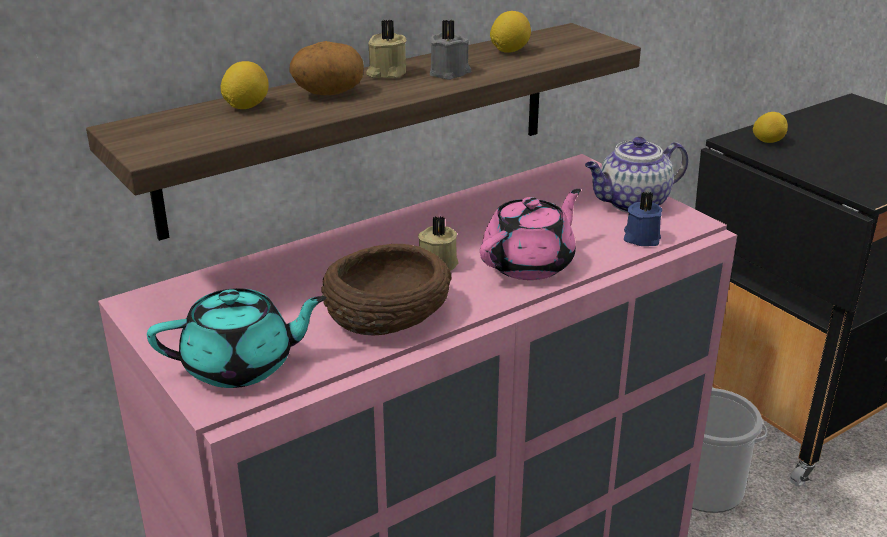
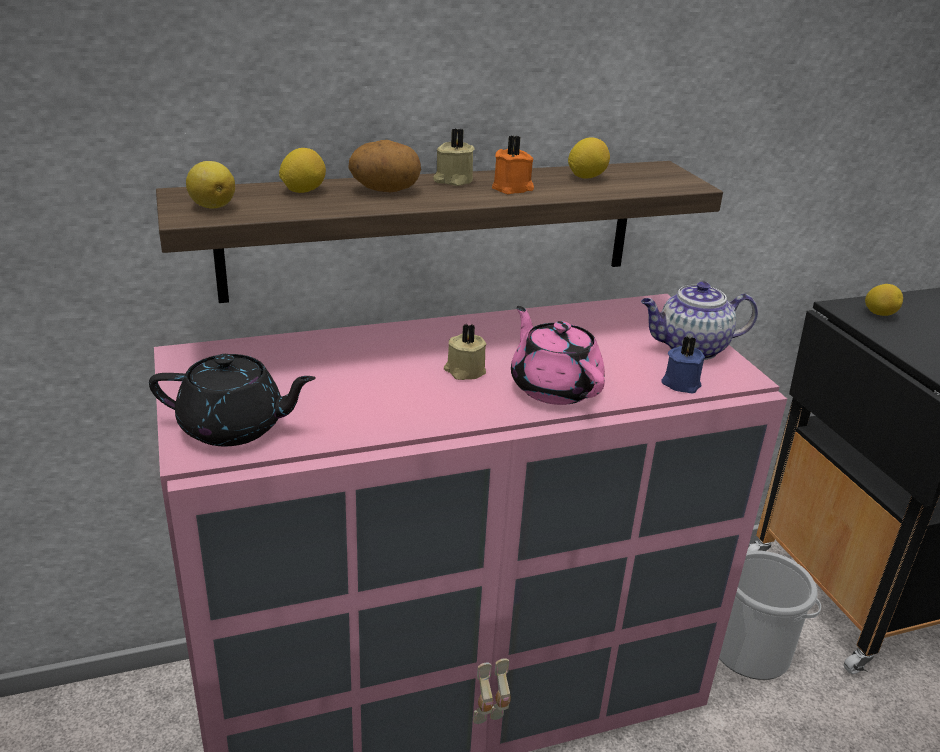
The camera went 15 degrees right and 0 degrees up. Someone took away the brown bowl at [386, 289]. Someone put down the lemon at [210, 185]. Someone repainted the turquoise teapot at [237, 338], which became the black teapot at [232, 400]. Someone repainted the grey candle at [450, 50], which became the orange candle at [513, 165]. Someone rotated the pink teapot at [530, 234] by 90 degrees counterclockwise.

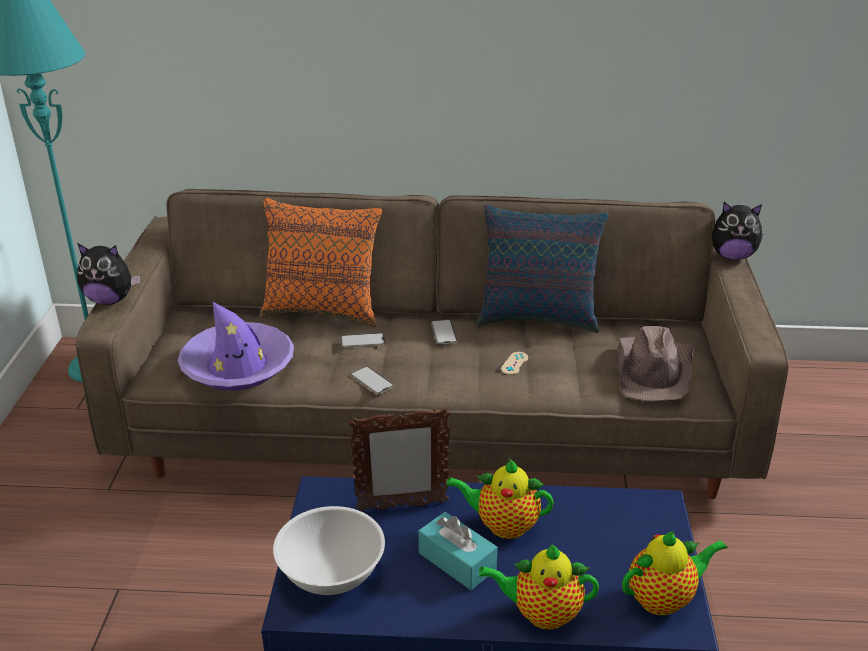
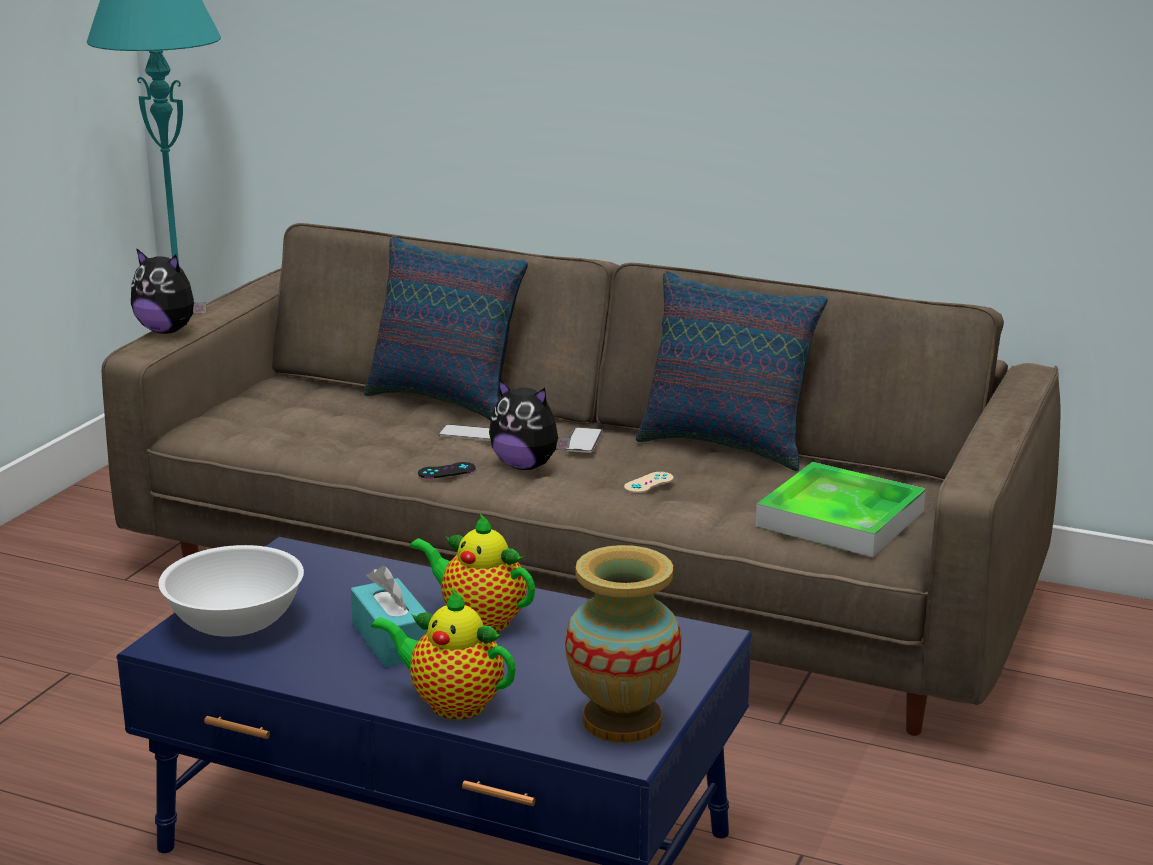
The camera went 20 degrees right and 10 degrees down. Someone took away the purple hat at [235, 346]. Someone took away the picture frame at [399, 460]. Someone carried the plush toy from [738, 231] to [530, 424]. Someone swapped the phone at [372, 380] for the black game controller at [447, 470]. Someone swapped the brown hat at [656, 363] for the tray at [841, 509]. Someone swapped the teapot at [675, 573] for the vase at [623, 644]. Someone repainted the orange pillow at [321, 262], which became the blue pillow at [446, 328].

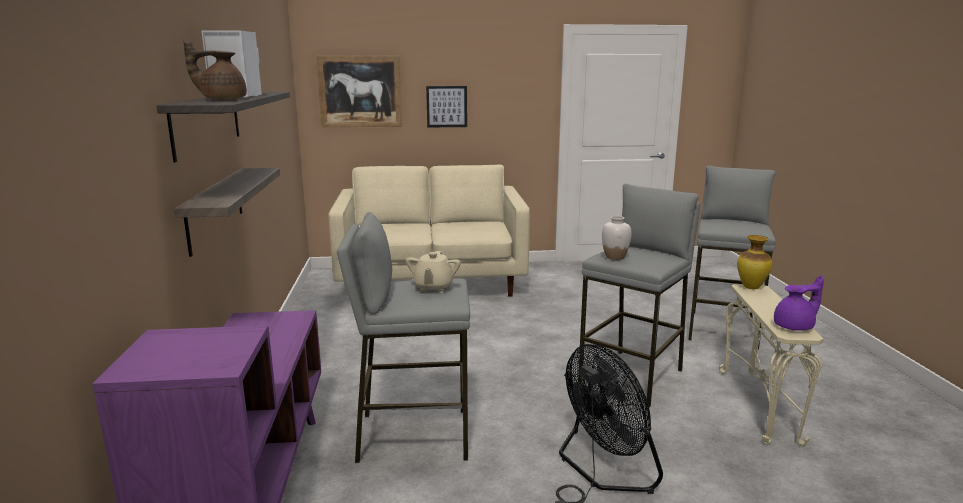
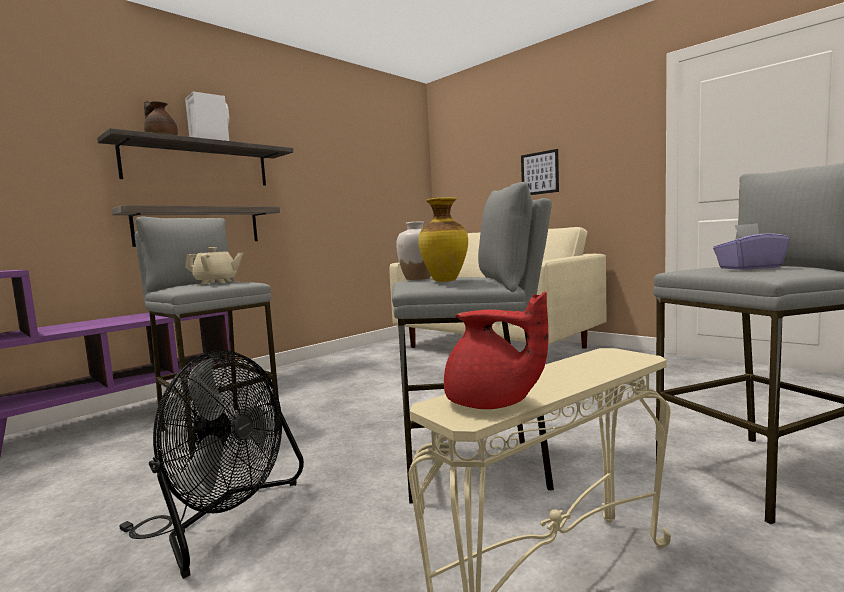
The camera went 50 degrees right and 10 degrees down. Someone took away the picture at [359, 91]. Someone put down the purple tissue box at [751, 246]. Someone carried the vase from [754, 262] to [443, 239]. Someone repainted the purple teapot at [799, 303], which became the red teapot at [496, 350]. Someone rotated the beige teapot at [433, 272] by 150 degrees counterclockwise.

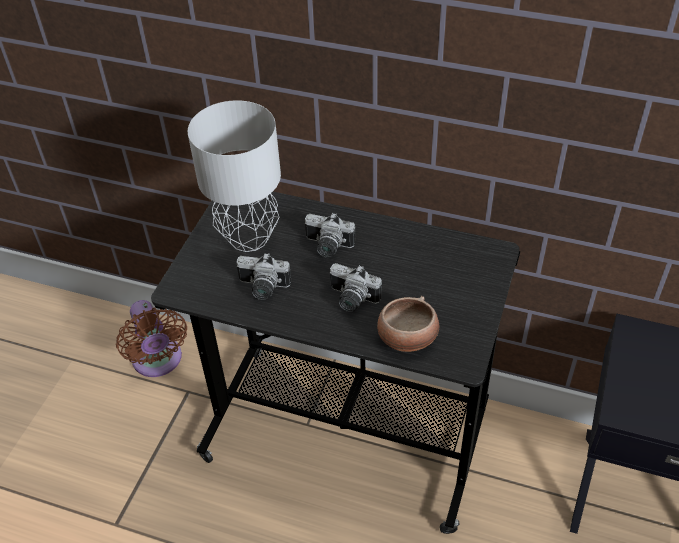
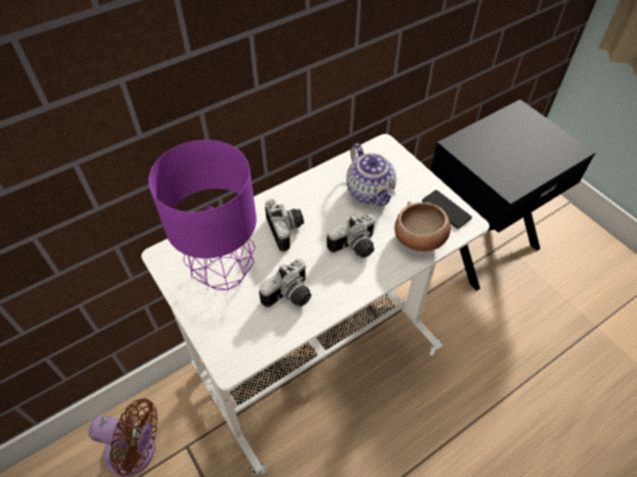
The camera went 55 degrees left and 5 degrees up. Someone put down the teapot at [371, 174]. Someone put down the phone at [447, 209]. Someone repainted the black desk at [335, 363], which became the white desk at [315, 304]. Someone repainted the grey table lamp at [234, 176], which became the purple table lamp at [202, 215]. Someone rotated the photo camera at [330, 235] by 75 degrees counterclockwise.

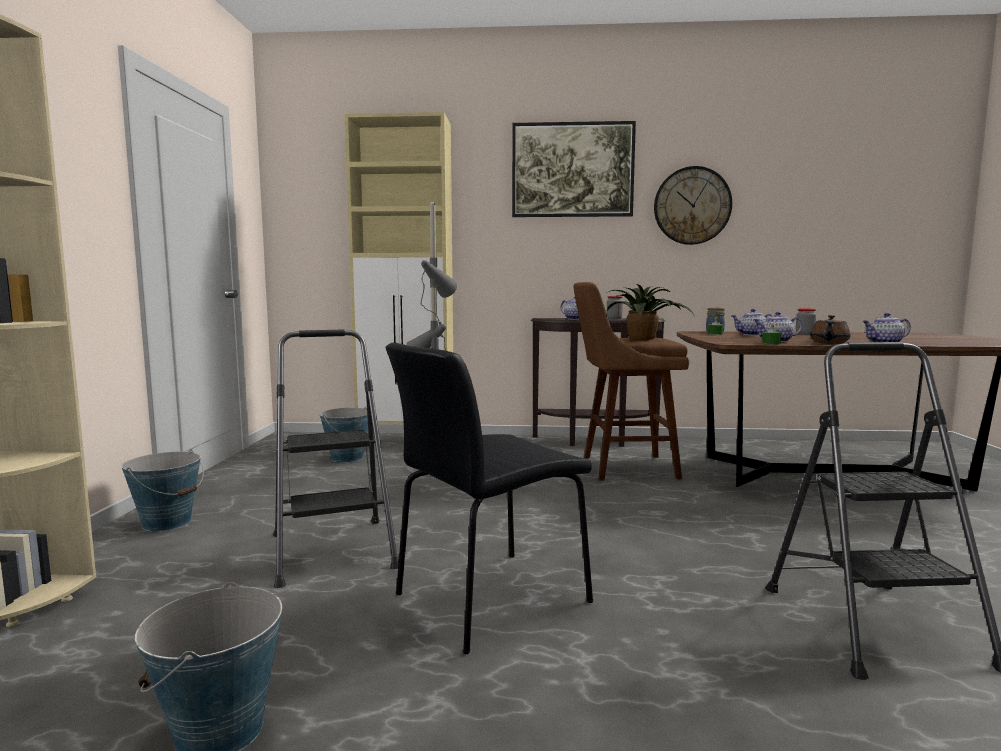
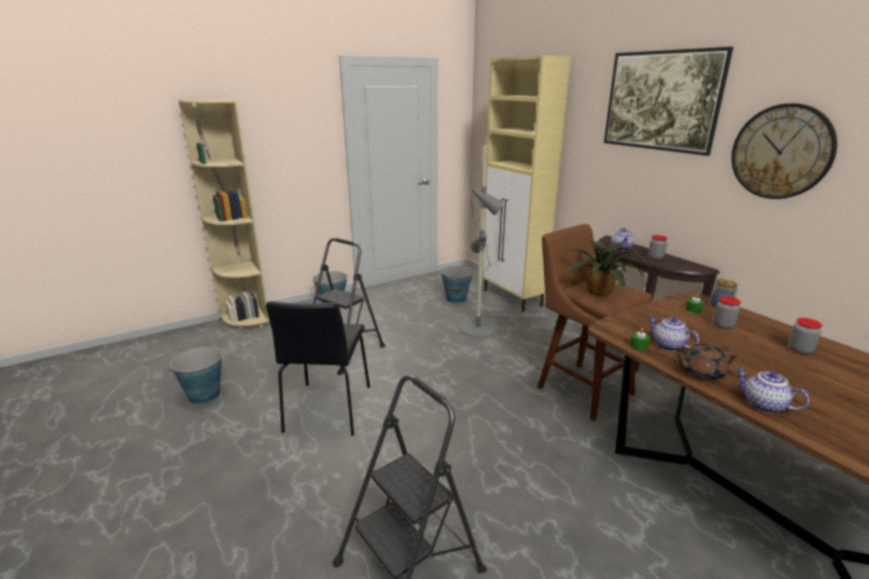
The camera went 55 degrees right and 15 degrees up. Someone swapped the teapot at [752, 322] for the jar at [727, 312]. Someone rotated the black chair at [489, 498] by 105 degrees counterclockwise.

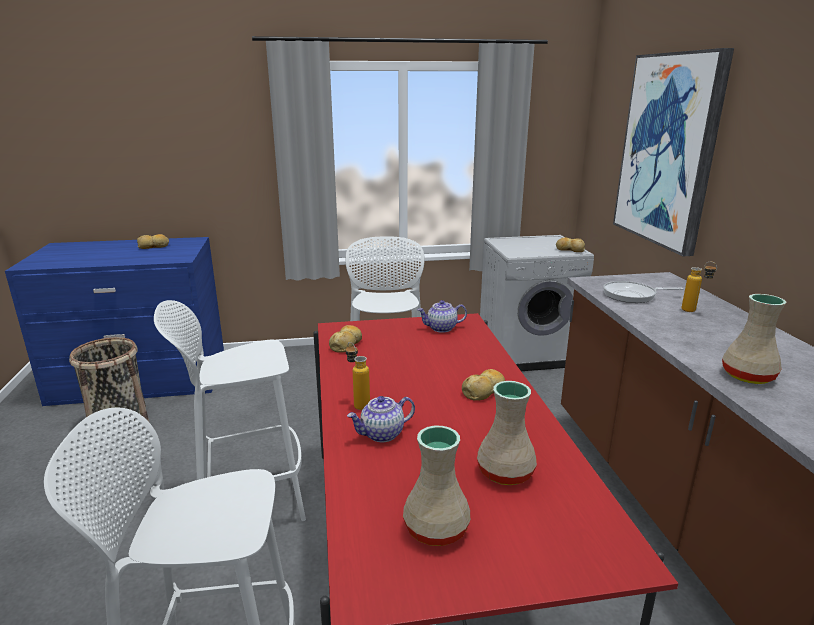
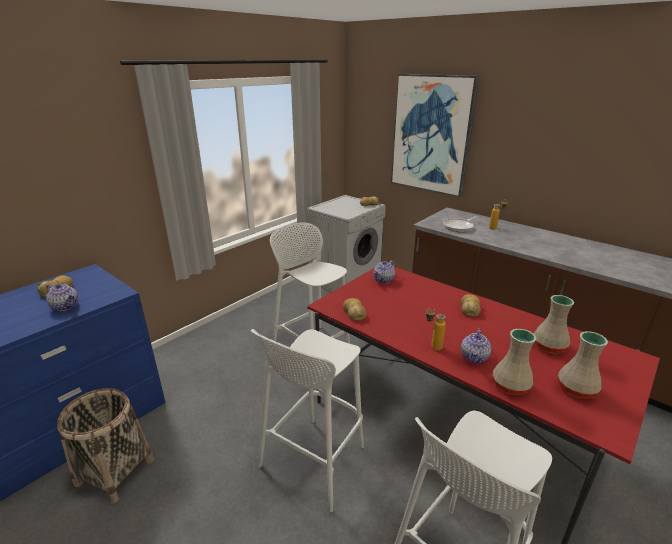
The camera went 40 degrees left and 5 degrees up. Someone put down the teapot at [62, 297]. Someone carried the beige vase from [754, 339] to [514, 362].

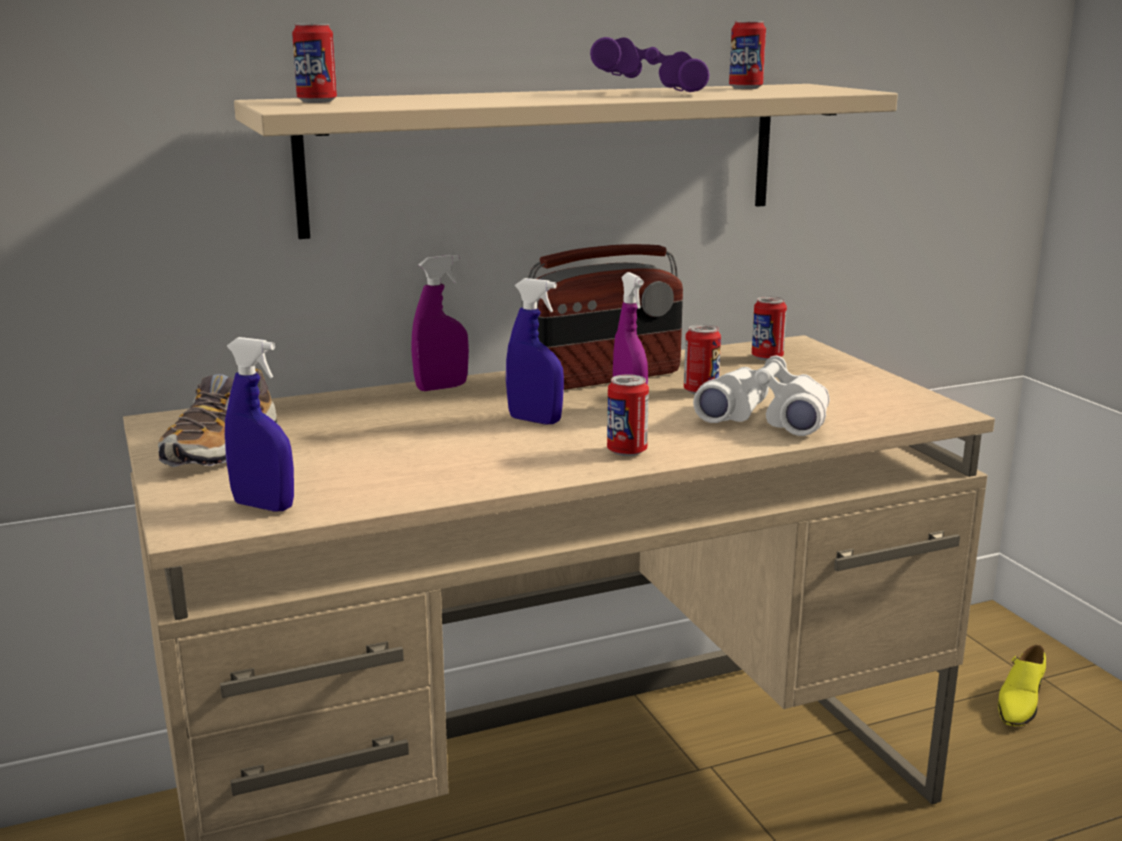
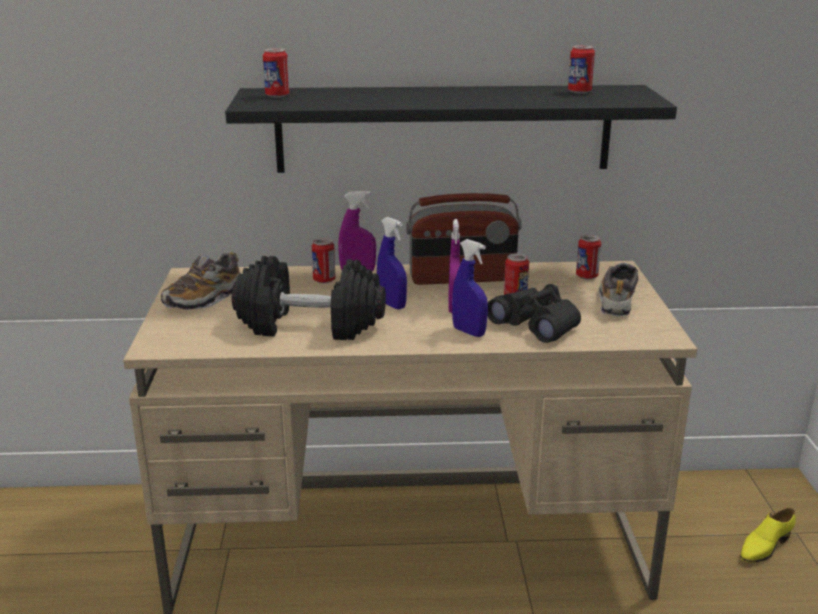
The camera went 20 degrees right and 5 degrees up. Someone took away the purple binoculars at [649, 64]. Someone put down the black dumbbell at [309, 298]. Someone put down the shoe at [618, 290]. Someone carried the blue spray bottle from [259, 424] to [470, 288]. Someone carried the can from [628, 415] to [323, 260]. Someone repainted the beige shelf at [566, 161], which became the black shelf at [451, 129]. Someone repainted the white binoculars at [761, 396], which became the black binoculars at [534, 313].

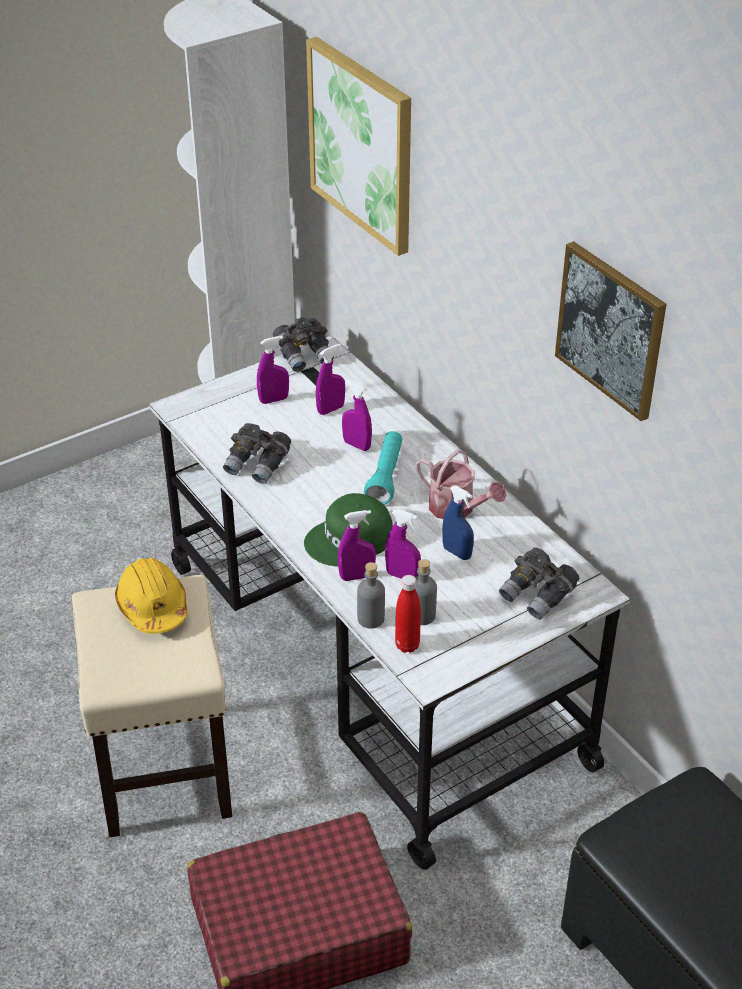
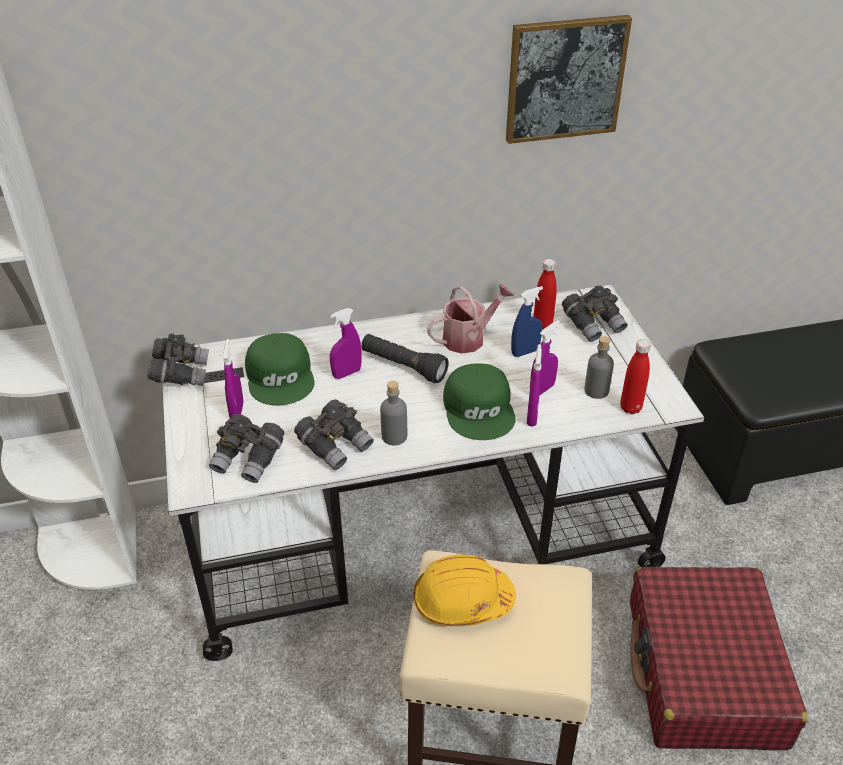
The camera went 70 degrees left and 0 degrees up. Someone took away the picture at [358, 146]. Someone put down the grey binoculars at [246, 448]. Someone put down the red bottle at [545, 294]. Someone carried the grey bottle from [371, 595] to [393, 413]. Someone swapped the purple spray bottle at [330, 379] for the green cap at [279, 369]. Someone repainted the turquoise flashlight at [383, 468], which became the black flashlight at [405, 358].

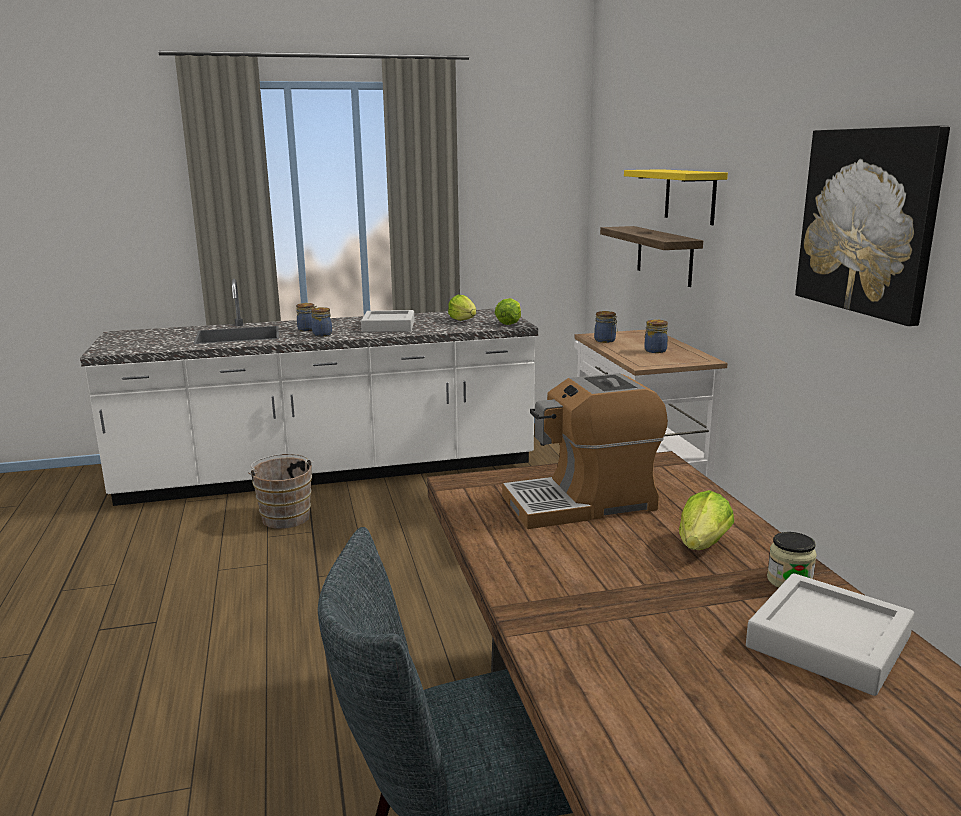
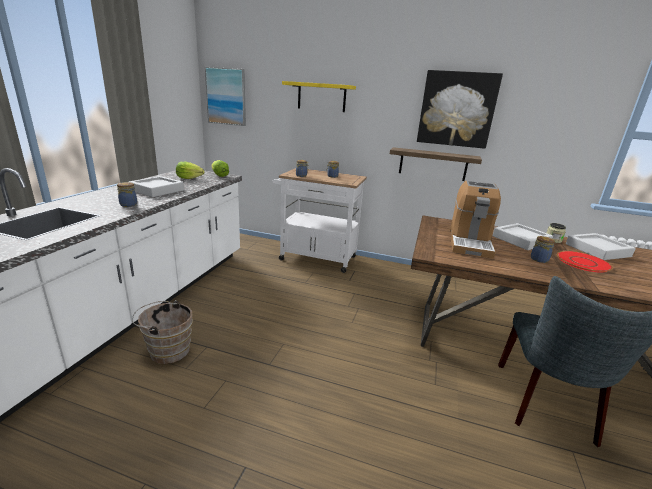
The camera went 60 degrees left and 5 degrees up. Someone put up the picture at [225, 96]. Someone put down the red plate at [585, 261]. Someone carried the jar from [306, 317] to [543, 249]. Someone carried the shelf from [651, 256] to [436, 164]. Someone swapped the lettuce at [706, 520] for the grey tray at [522, 236].

